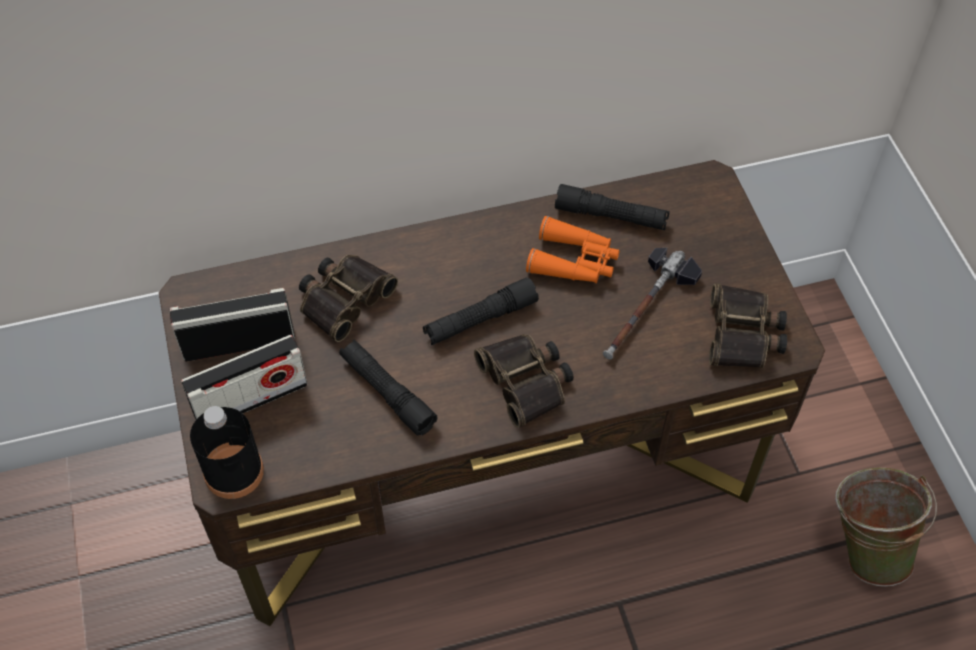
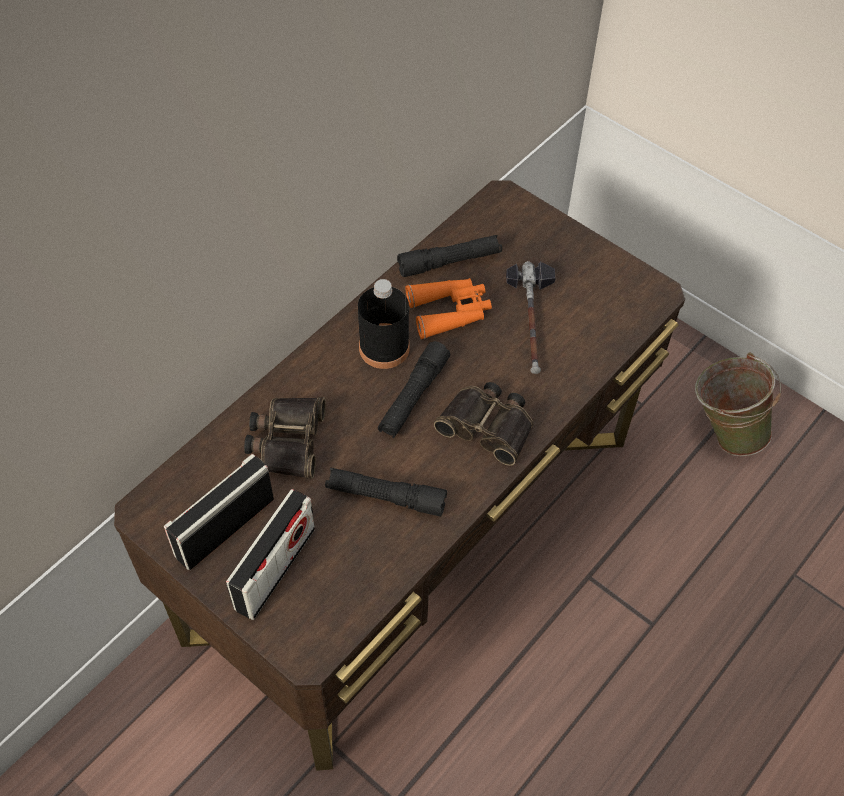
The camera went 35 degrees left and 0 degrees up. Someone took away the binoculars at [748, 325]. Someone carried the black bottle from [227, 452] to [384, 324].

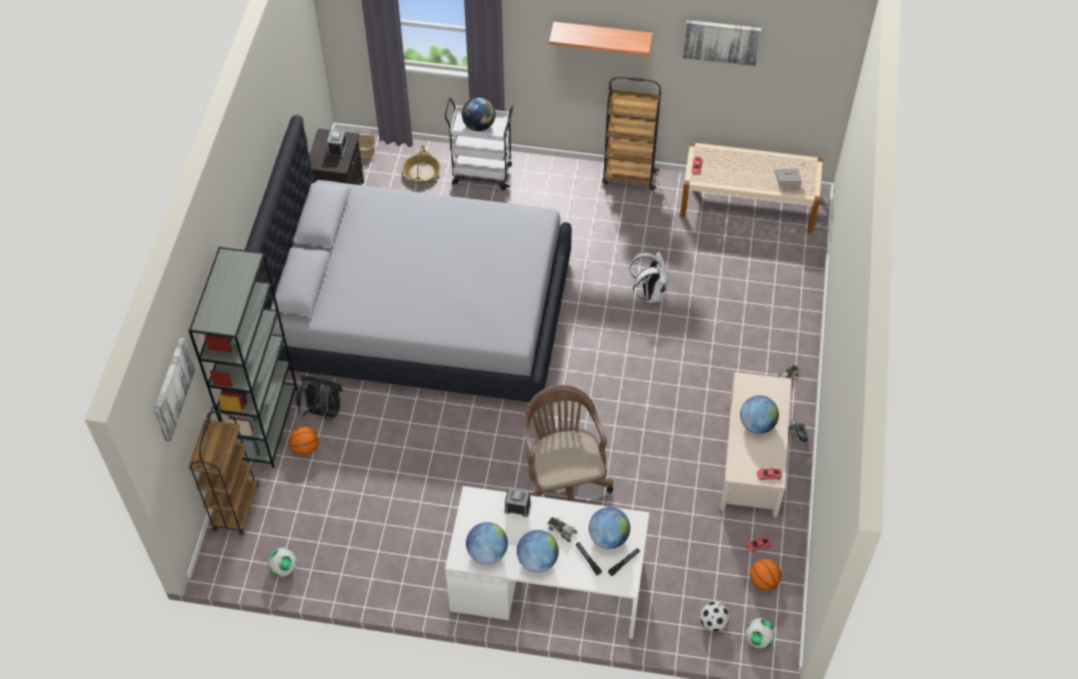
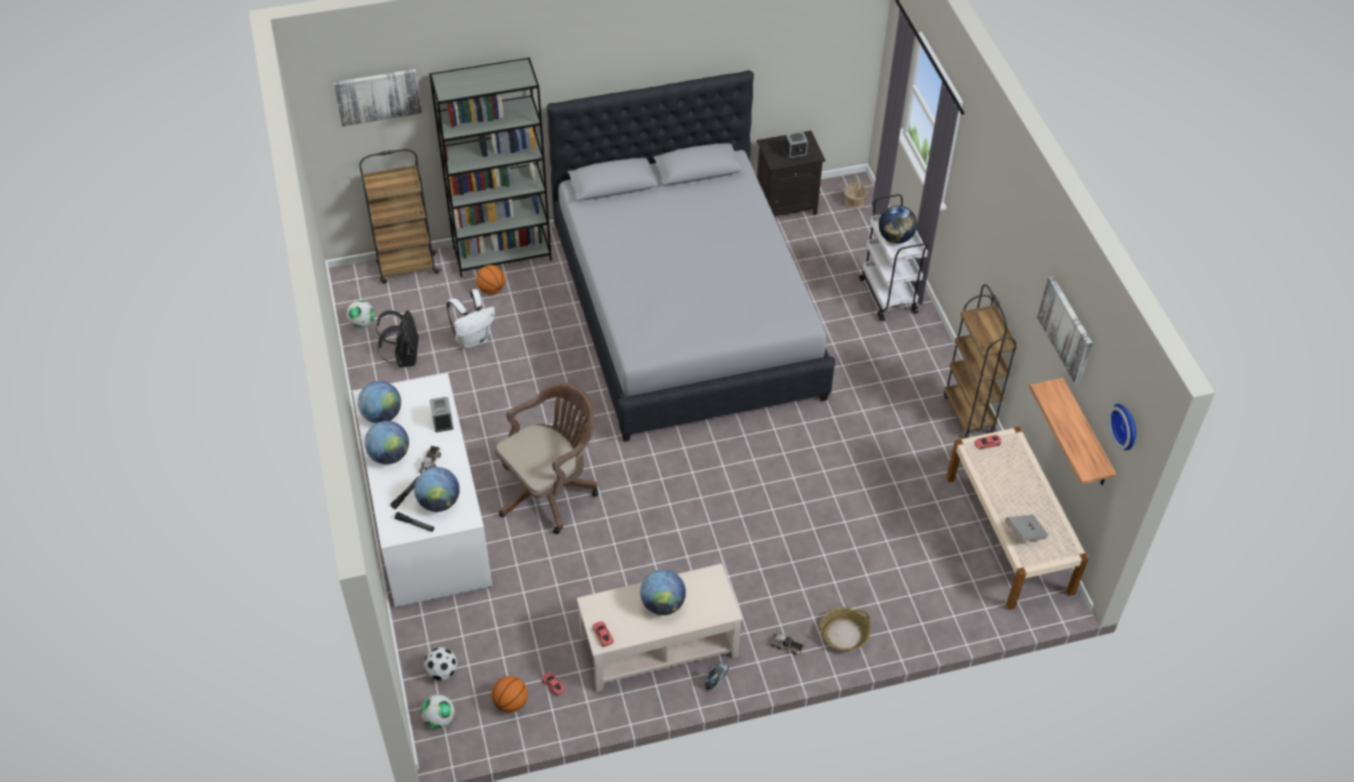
The camera went 65 degrees right and 5 degrees down. Someone put up the wall clock at [1122, 427]. Someone carried the black backpack from [319, 398] to [397, 338]. Someone carried the basket from [421, 164] to [845, 629]. Someone carried the shelf from [601, 39] to [1072, 431]. Someone carried the white backpack from [648, 277] to [470, 319].

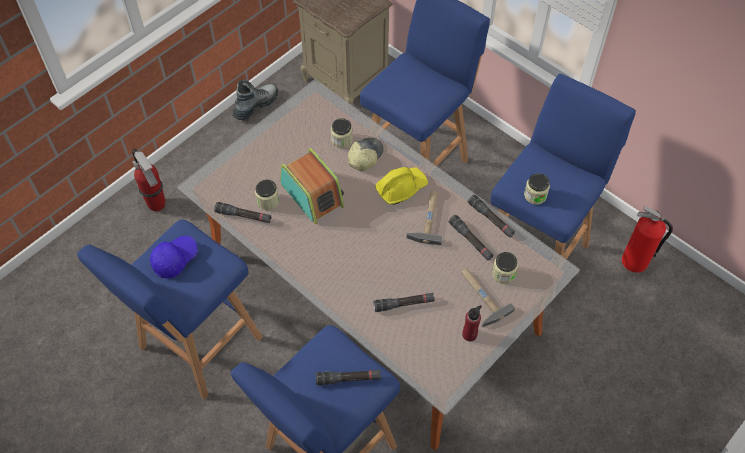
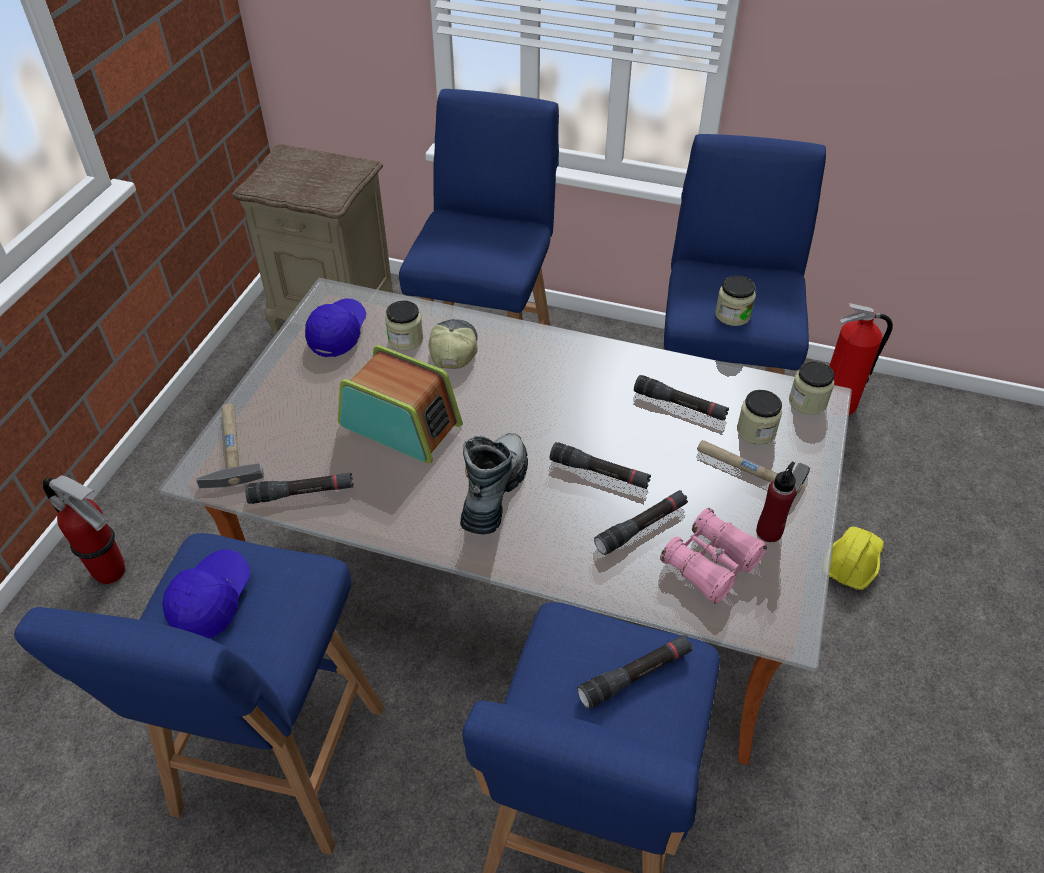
The camera went 25 degrees left and 10 degrees down. Someone put down the blue cap at [335, 327]. Someone put down the pink binoculars at [713, 556]. Someone carried the boot from [255, 99] to [494, 483]. Someone carried the jar from [267, 195] to [812, 387]. Someone carried the yellow hard hat from [402, 186] to [856, 558]. Someone carried the hammer from [424, 218] to [230, 446]. Someone carried the black flashlight from [491, 216] to [600, 465].

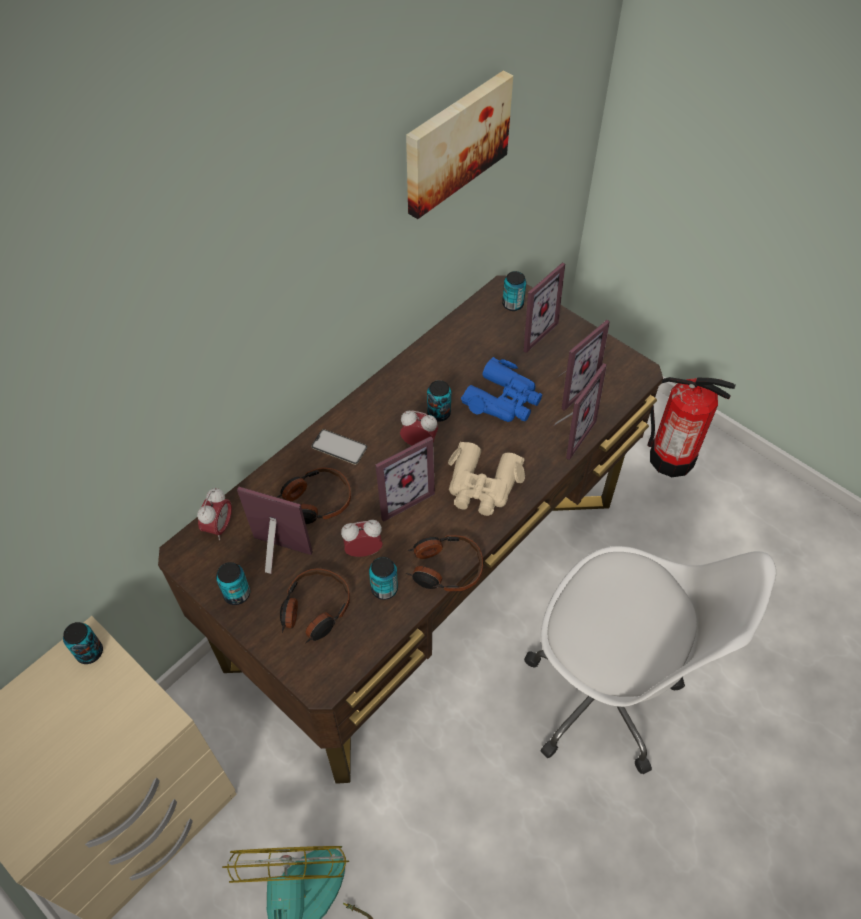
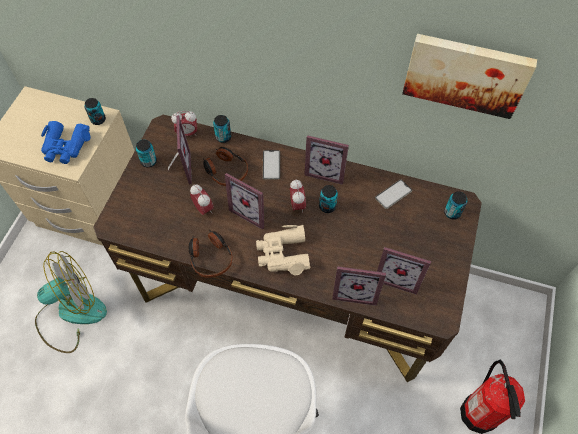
The camera went 65 degrees right and 5 degrees up. Someone took away the headphones at [315, 606]. Someone put down the phone at [393, 194]. Someone carried the can from [383, 578] to [222, 129]. Someone carried the blue binoculars from [501, 389] to [66, 142]. Someone carried the picture frame from [542, 307] to [326, 160].

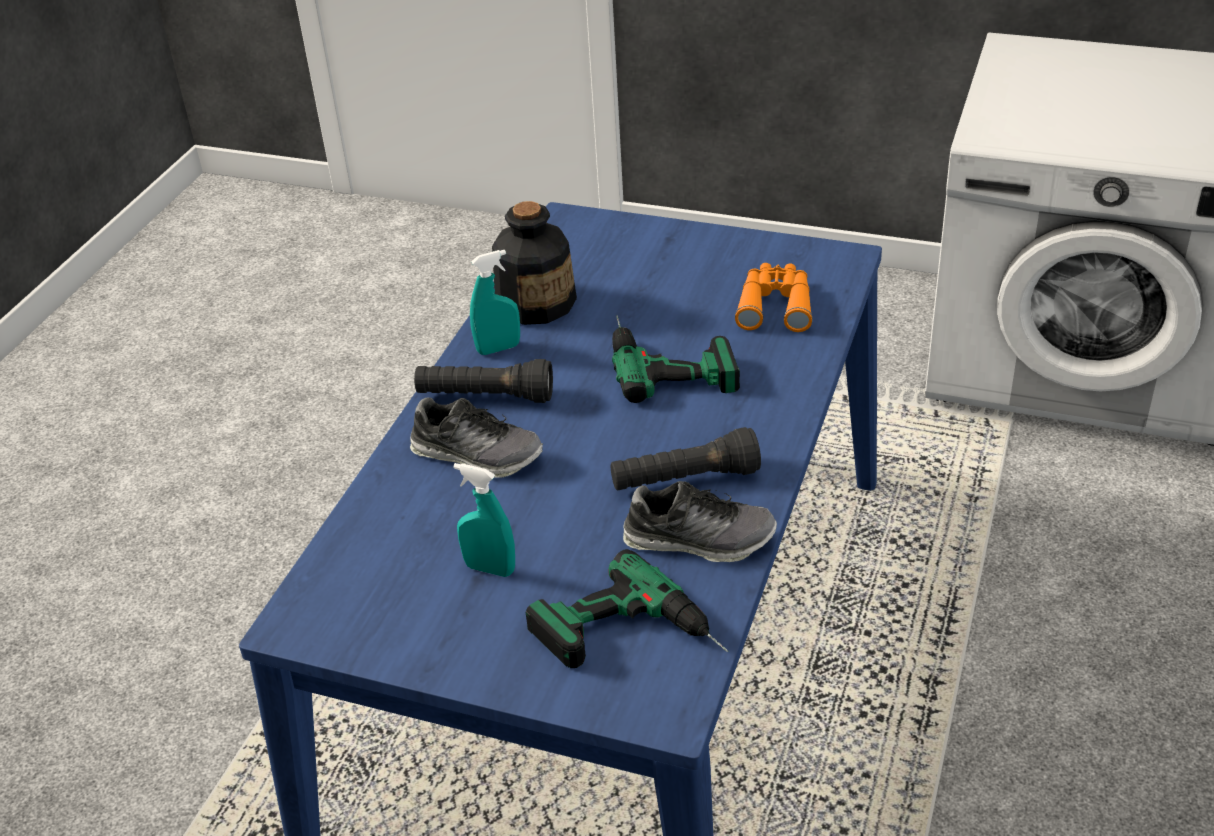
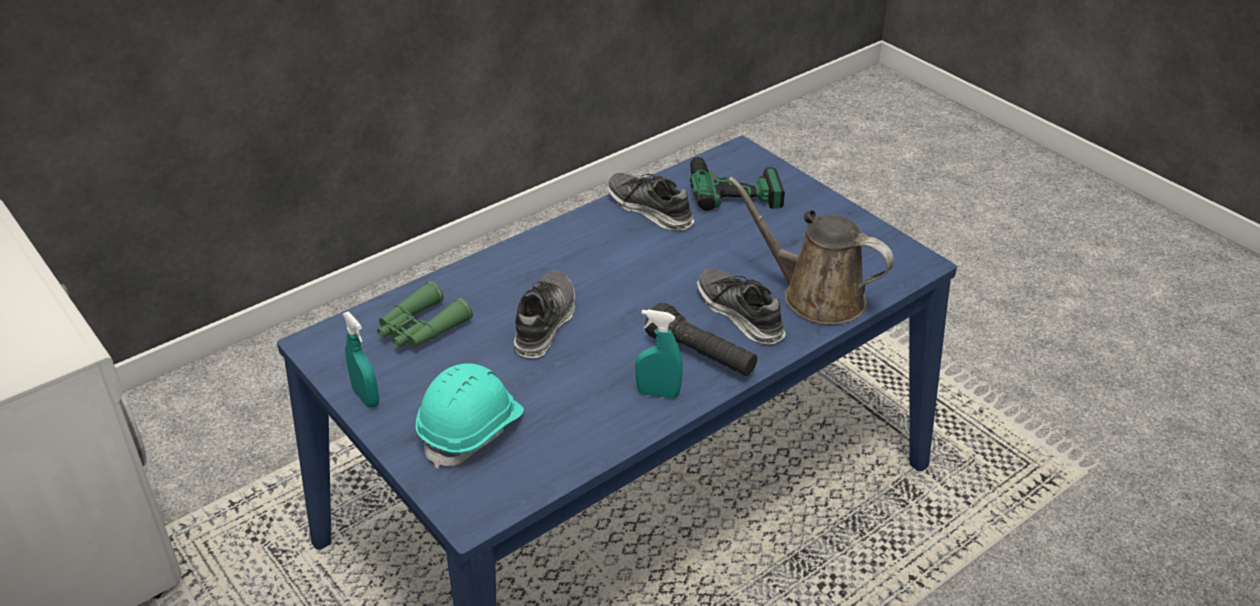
The camera went 150 degrees left and 0 degrees up. Someone took away the bottle at [534, 263]. Someone took away the black flashlight at [686, 459]. Someone put down the turquoise hard hat at [470, 416]. Someone put down the brown watering can at [811, 251]. Someone carried the turquoise spray bottle from [484, 520] to [361, 360]. Someone swapped the power drill at [676, 359] for the shoe at [544, 314]. Someone repainted the orange binoculars at [774, 297], which became the green binoculars at [425, 314].

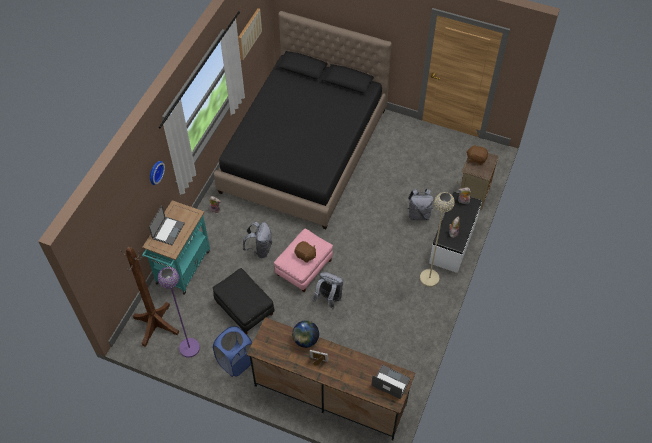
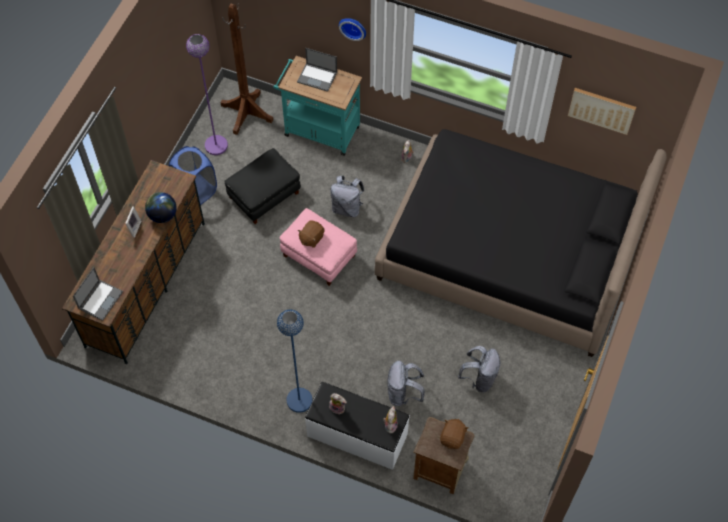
The camera went 90 degrees right and 5 degrees up. Someone carried the grey backpack from [328, 290] to [479, 369]. Someone repainted the beige floor lamp at [437, 239], which became the blue floor lamp at [294, 361].

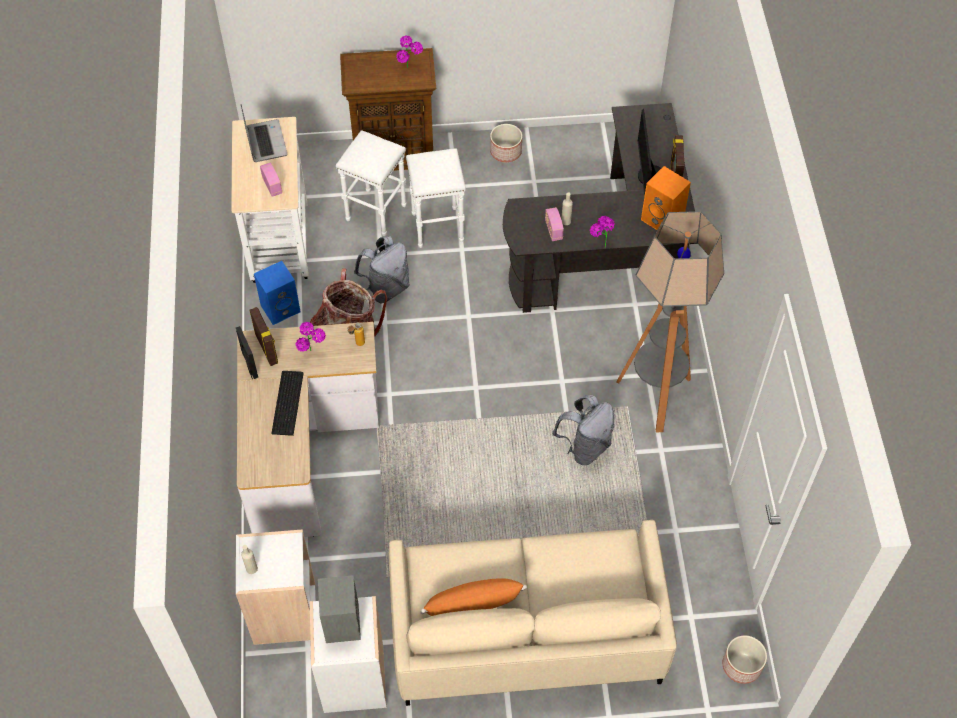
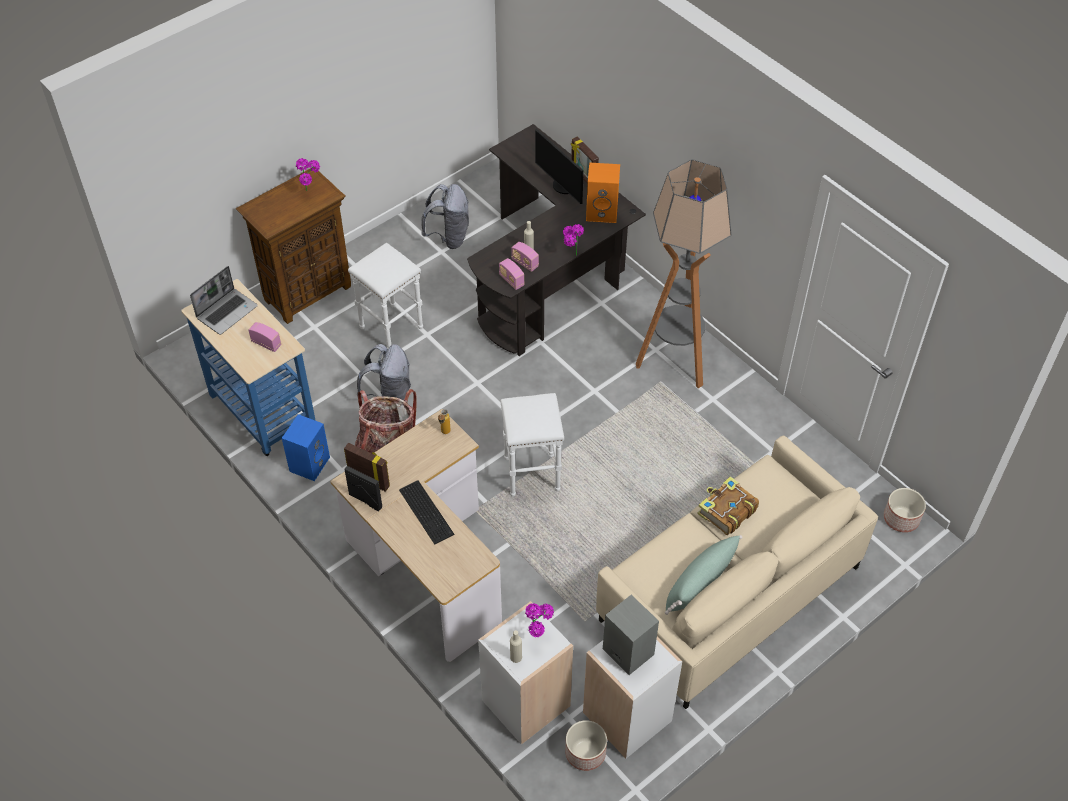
The camera went 35 degrees left and 5 degrees down. Someone put down the radio at [512, 274]. Someone put down the book at [728, 505]. Someone carried the potted plant from [311, 337] to [539, 620]. Someone carried the white stool from [371, 183] to [532, 445]. Someone carried the planter from [506, 143] to [586, 745]. Someone carried the grey backpack from [583, 430] to [445, 216]. Someone repainted the white cart at [270, 200], which became the blue cart at [248, 367]. Someone repainted the orange pillow at [473, 597], which became the green pillow at [704, 575]. Someone rotated the laptop at [264, 133] by 90 degrees clockwise.

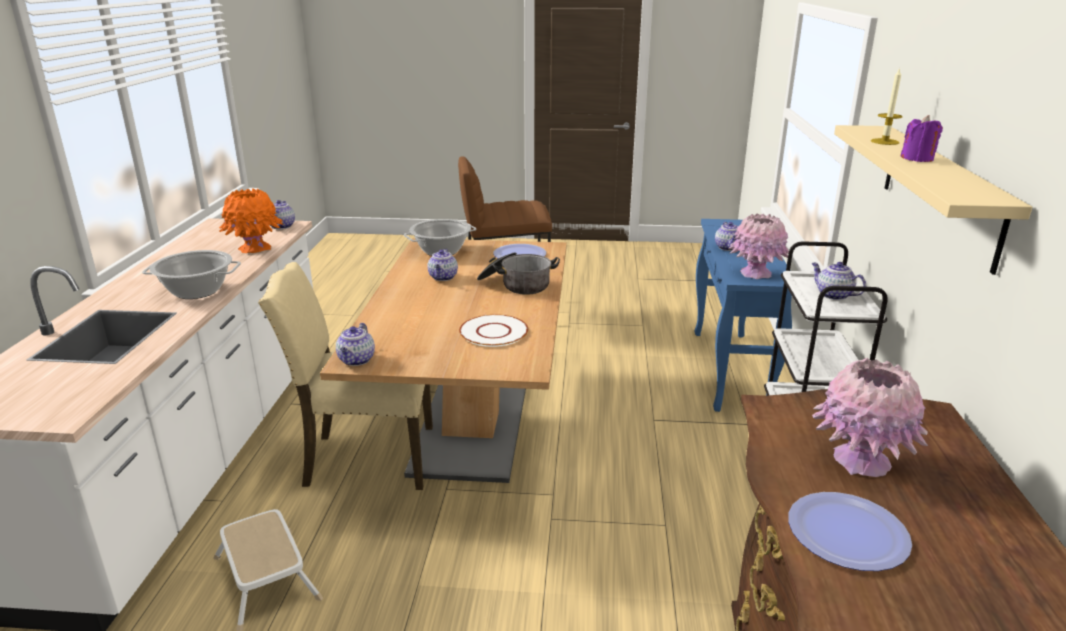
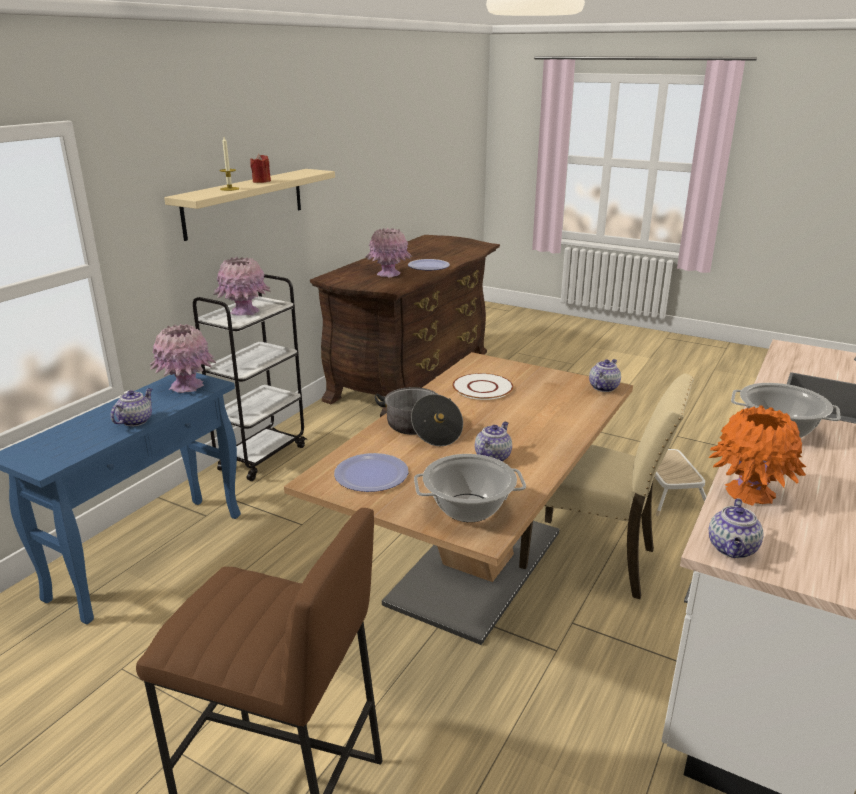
The camera went 155 degrees left and 0 degrees up. Someone swapped the teapot at [838, 281] for the pink vase at [242, 286]. Someone repainted the purple candle at [921, 138], which became the red candle at [260, 168].

